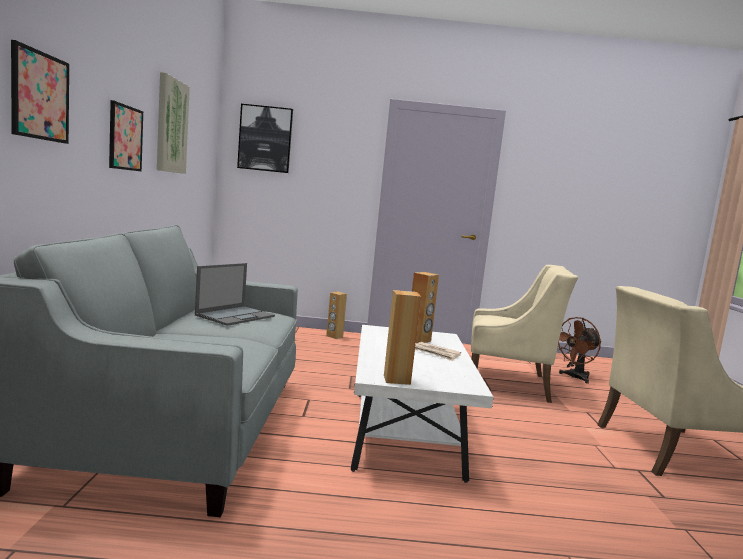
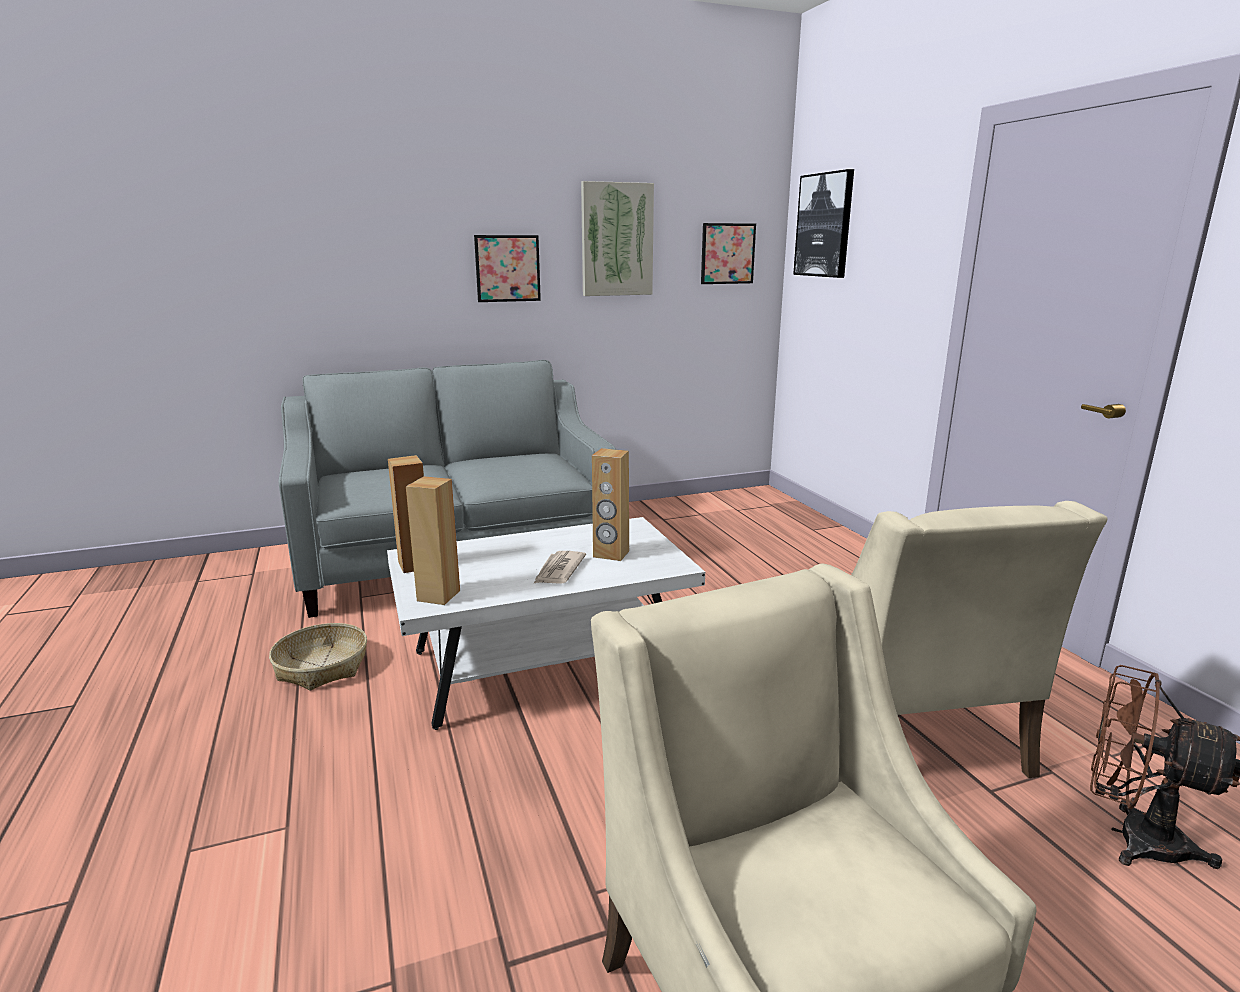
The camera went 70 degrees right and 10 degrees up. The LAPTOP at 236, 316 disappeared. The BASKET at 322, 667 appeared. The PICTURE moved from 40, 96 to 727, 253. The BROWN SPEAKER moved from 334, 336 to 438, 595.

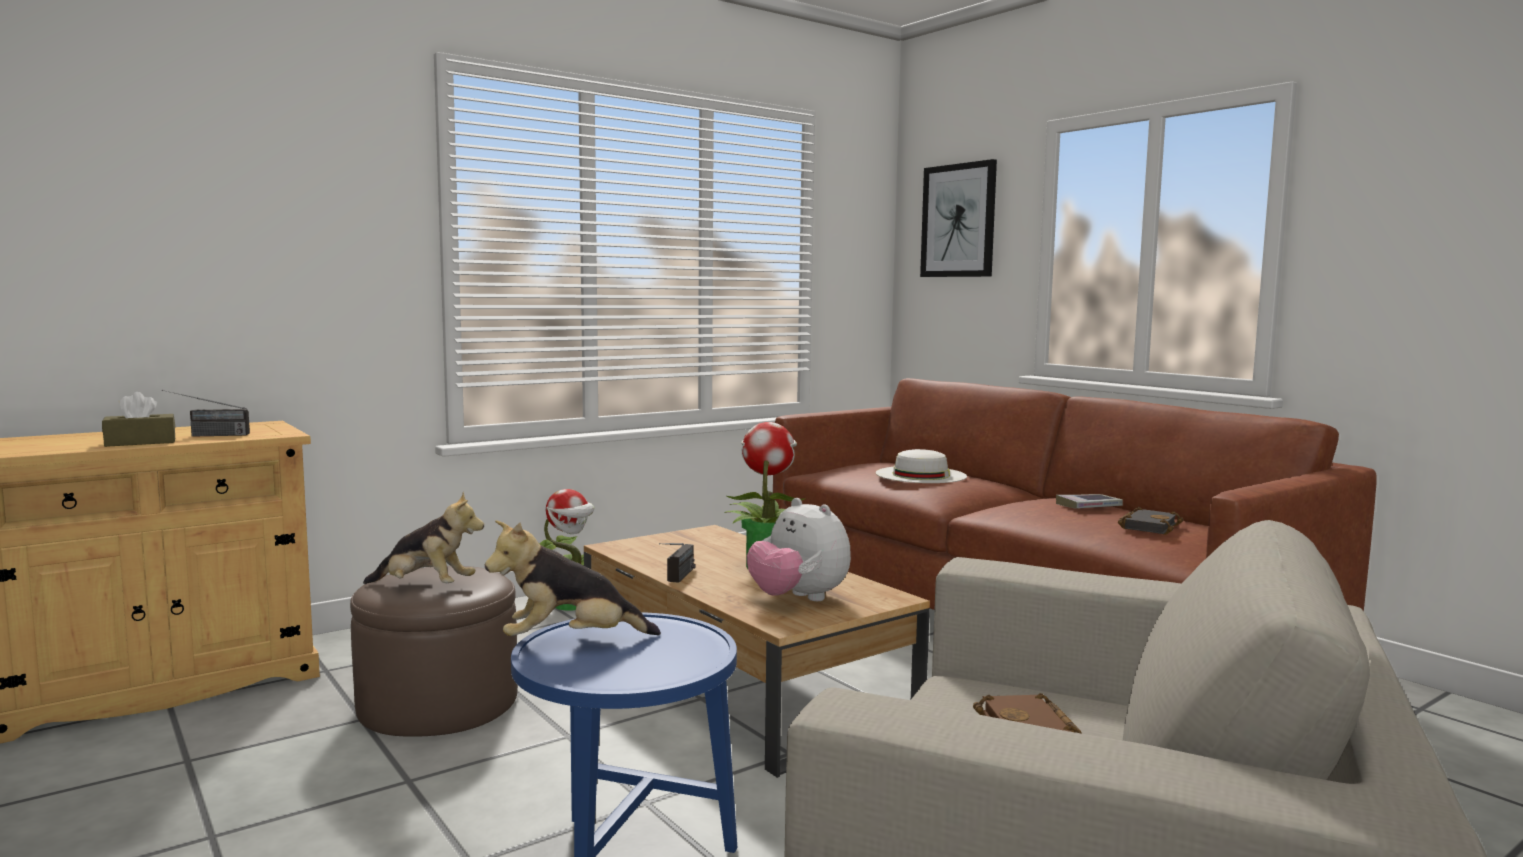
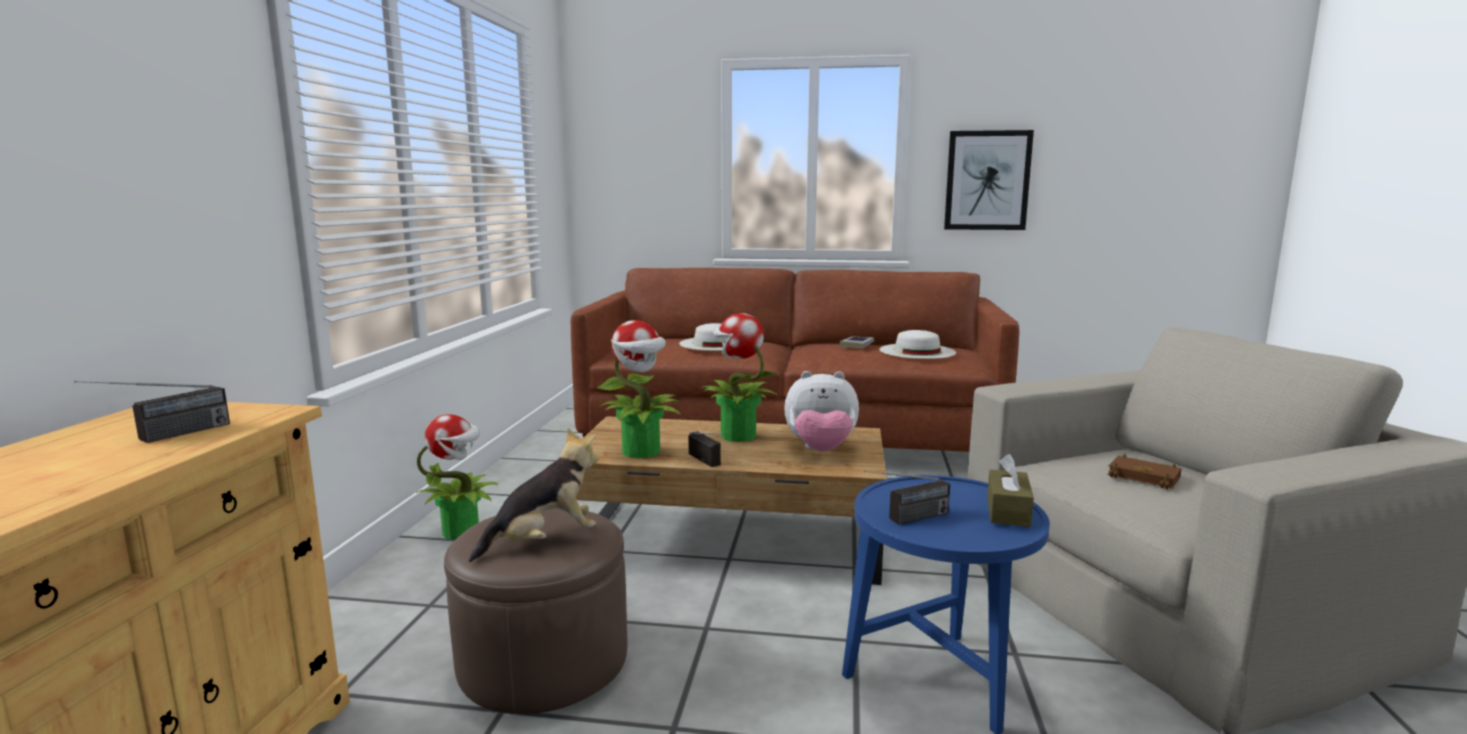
The camera went 45 degrees left and 5 degrees up. The POTTED PLANT at 642, 452 appeared. The BROWN TISSUE BOX moved from 140, 442 to 1008, 511. The PICTURE moved from 958, 221 to 987, 180. The PLUSH TOY at 570, 642 was replaced by the RADIO at 906, 520. The BLACK BOOK at 1148, 526 was replaced by the WHITE HAT at 917, 351.

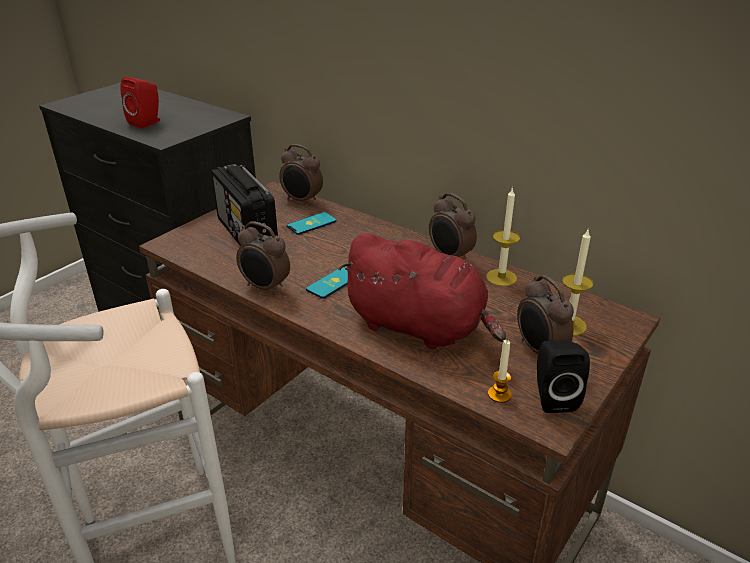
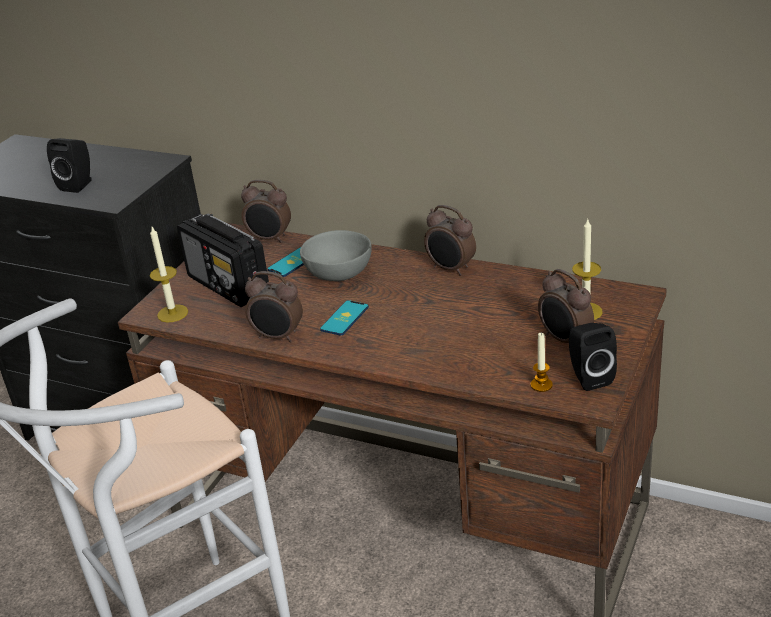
The camera went 10 degrees left and 0 degrees up. The RED PLUSH TOY at 420, 327 disappeared. The GREY BOWL at 336, 275 appeared. The CANDLE moved from 501, 277 to 172, 313. The RED SPEAKER at 147, 122 became the BLACK SPEAKER at 79, 184.

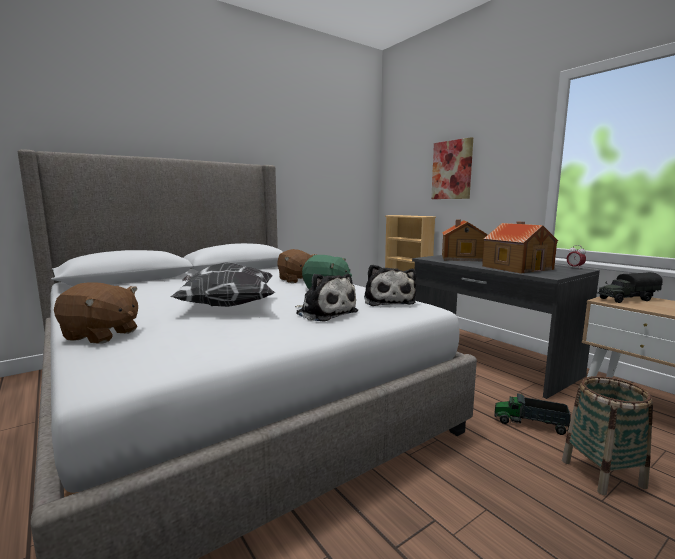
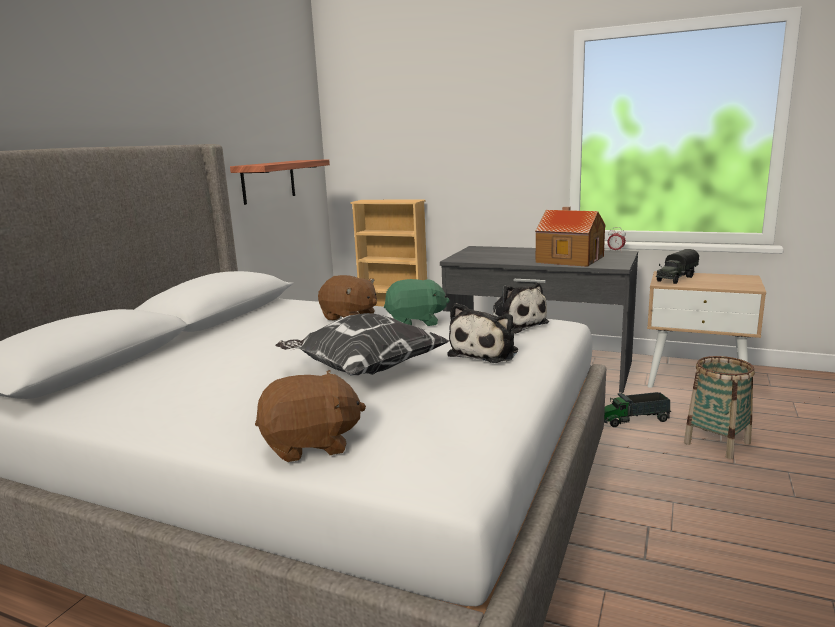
The camera went 30 degrees left and 5 degrees up. The PICTURE at 452, 170 disappeared. The TOY HOUSE at 462, 258 disappeared. The SHELF at 268, 181 appeared. The PLUSH TOY at 324, 313 turned 105 degrees clockwise.

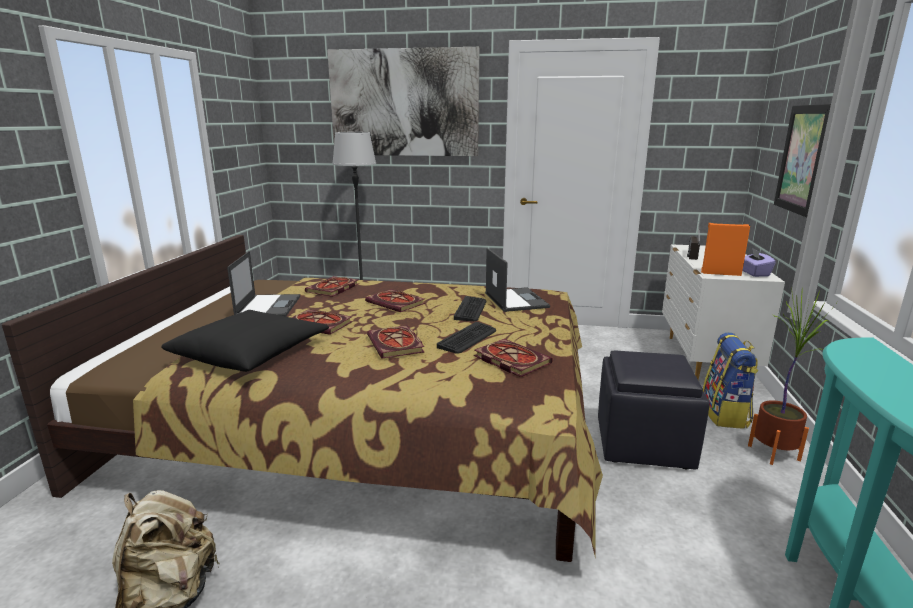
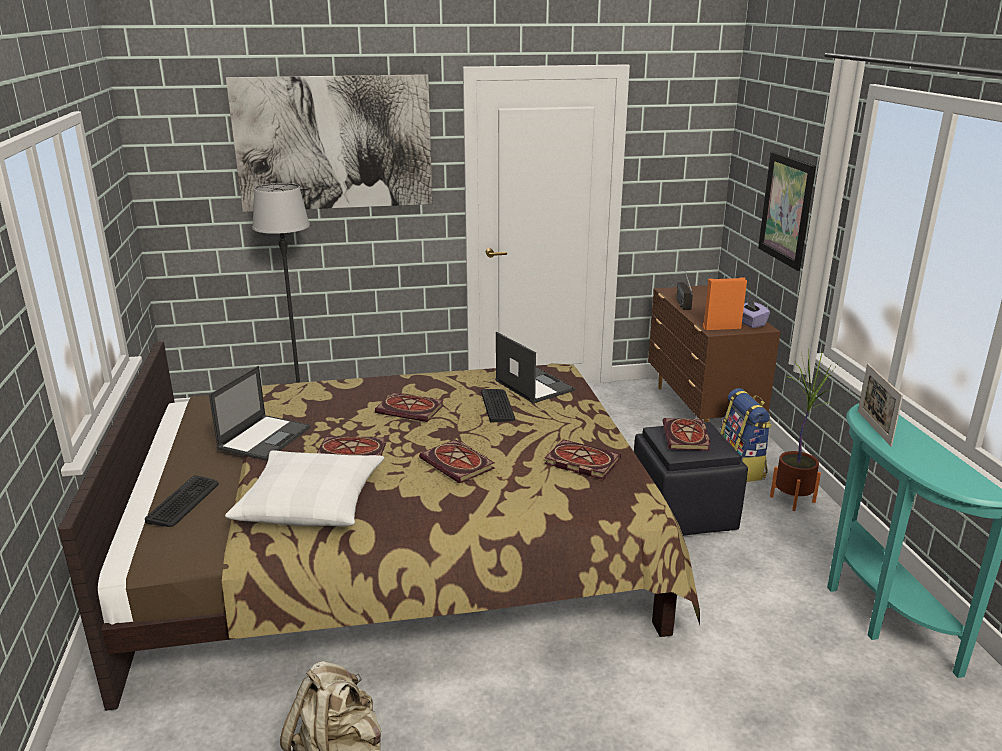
The camera went 20 degrees left and 5 degrees up. The PICTURE FRAME at 874, 428 appeared. The BOOK moved from 333, 289 to 687, 437. The KEYBOARD moved from 468, 338 to 184, 502. The BLACK PILLOW at 250, 352 became the WHITE PILLOW at 311, 502. The WHITE DRESSER at 704, 361 became the BROWN DRESSER at 701, 412. The LAPTOP at 268, 306 turned 45 degrees clockwise.

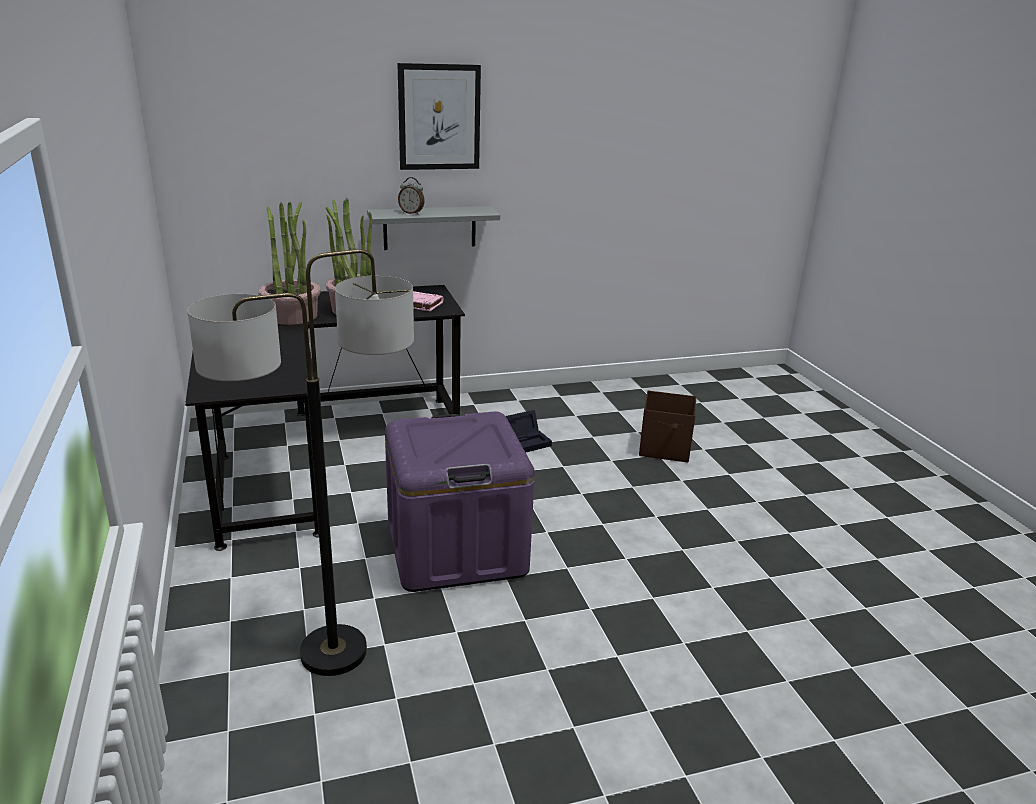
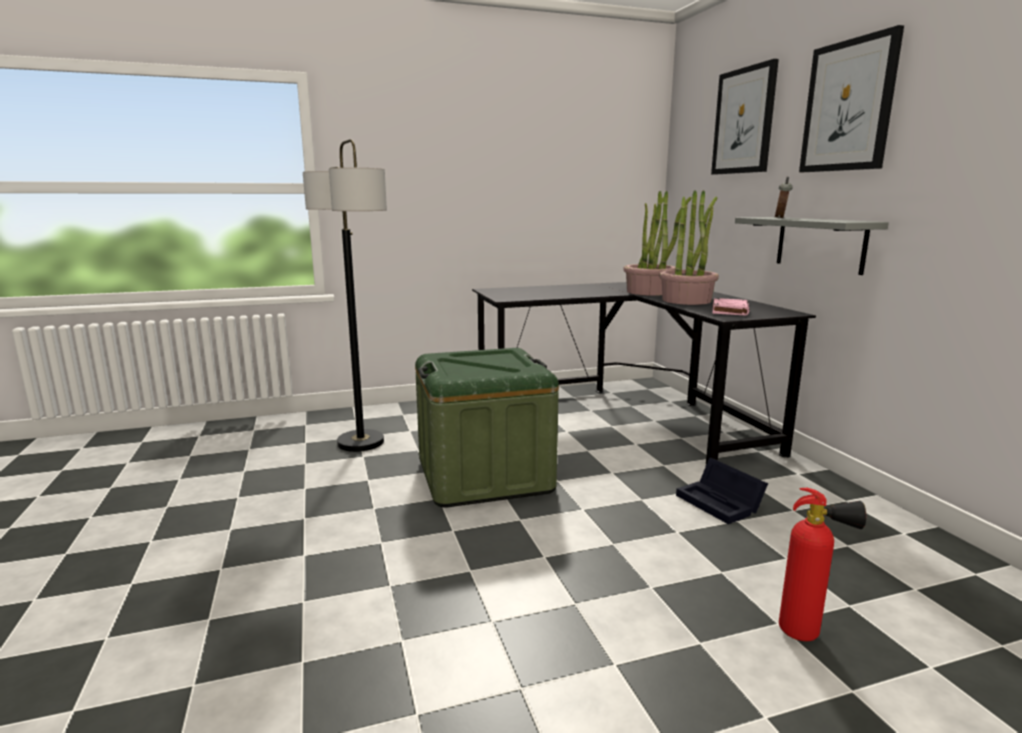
The camera went 90 degrees right and 10 degrees down. The PICTURE at 744, 121 appeared. The BROWN STORAGE BOX at 665, 449 was replaced by the FIRE EXTINGUISHER at 807, 634. The PURPLE STORAGE BOX at 456, 549 became the GREEN STORAGE BOX at 484, 475.

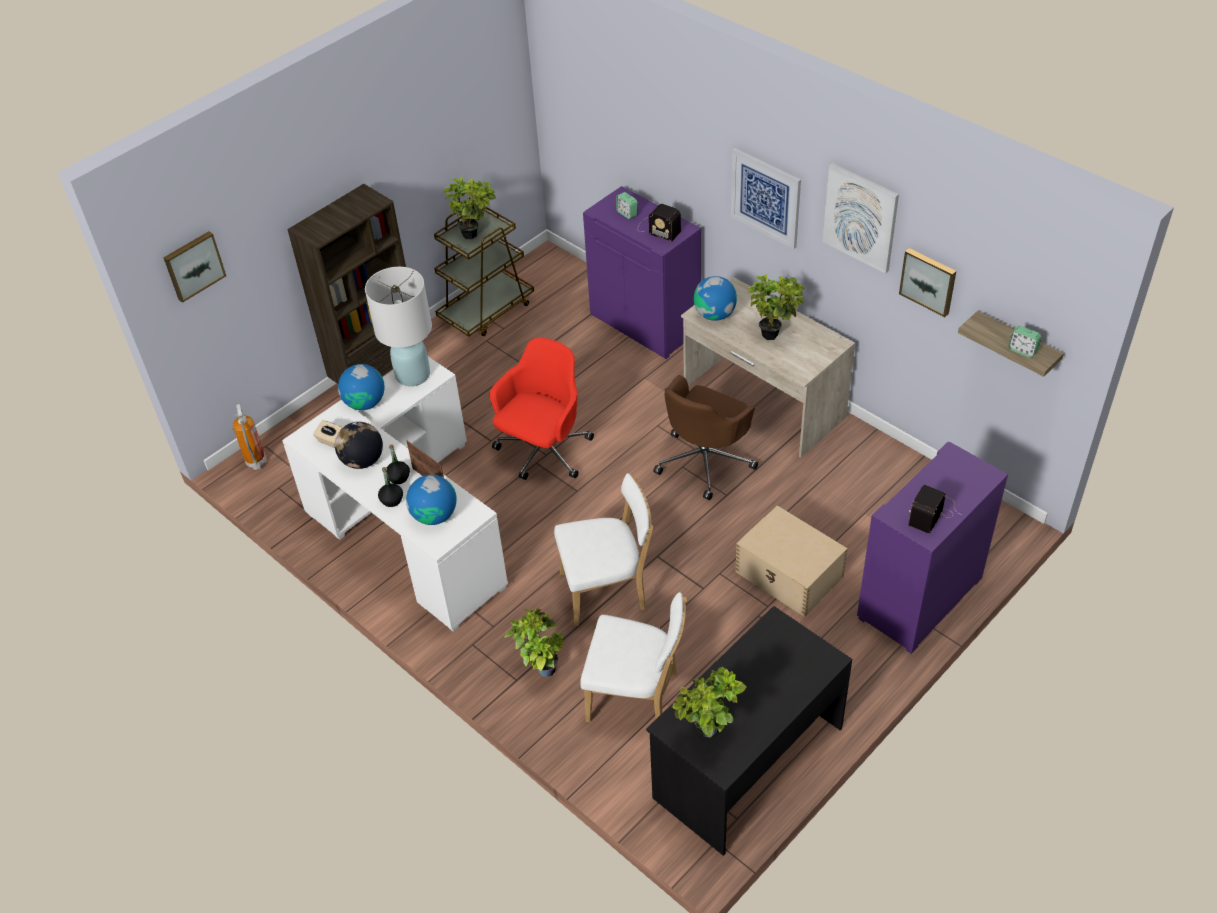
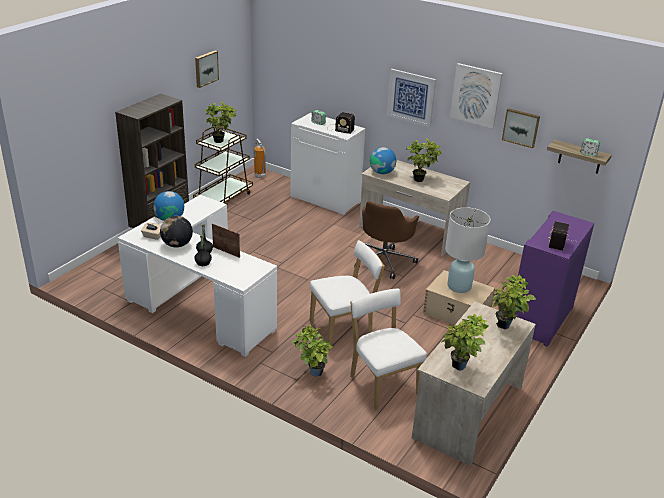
The camera went 15 degrees left and 15 degrees down. The GLOBE at 434, 515 disappeared. The RED OFFICE CHAIR at 543, 452 disappeared. The POTTED PLANT at 505, 327 appeared. The PICTURE moved from 193, 265 to 205, 68. The FIRE EXTINGUISHER moved from 256, 462 to 260, 176. The WHITE TABLE LAMP moved from 412, 375 to 459, 286. The PURPLE CABINET at 646, 323 became the WHITE CABINET at 326, 199. The BLACK DESK at 747, 761 became the BEIGE DESK at 467, 411. The WHITE CHAIR at 637, 699 turned 120 degrees counterclockwise.

